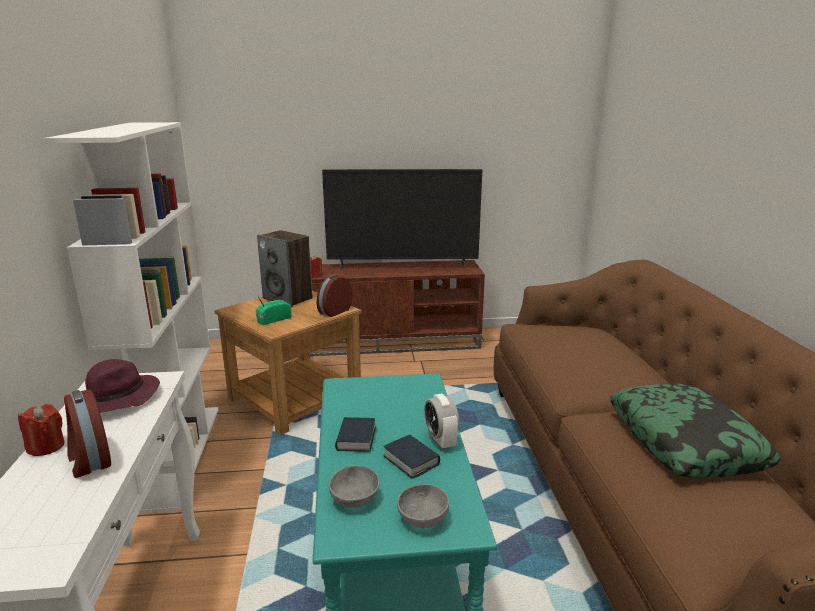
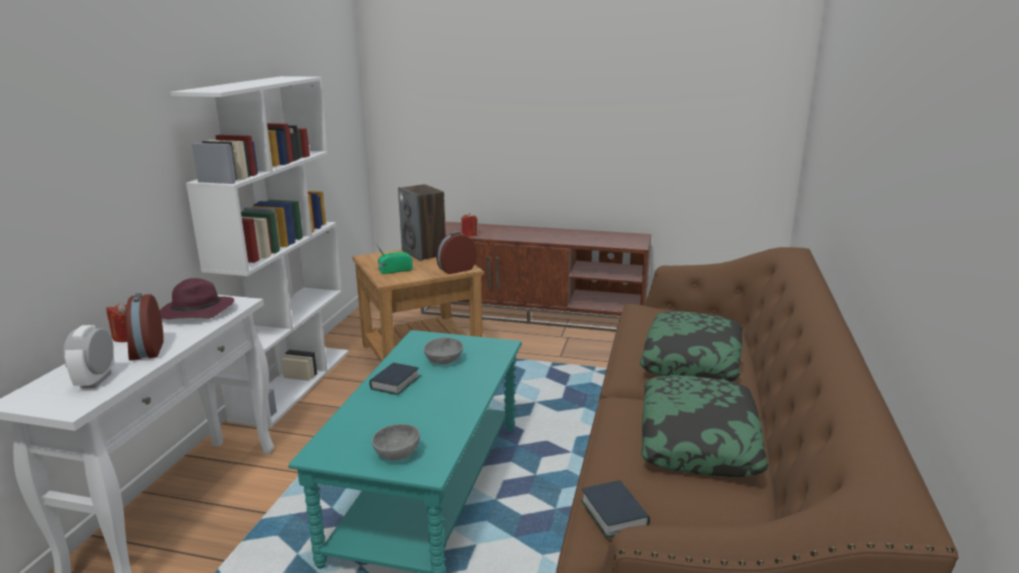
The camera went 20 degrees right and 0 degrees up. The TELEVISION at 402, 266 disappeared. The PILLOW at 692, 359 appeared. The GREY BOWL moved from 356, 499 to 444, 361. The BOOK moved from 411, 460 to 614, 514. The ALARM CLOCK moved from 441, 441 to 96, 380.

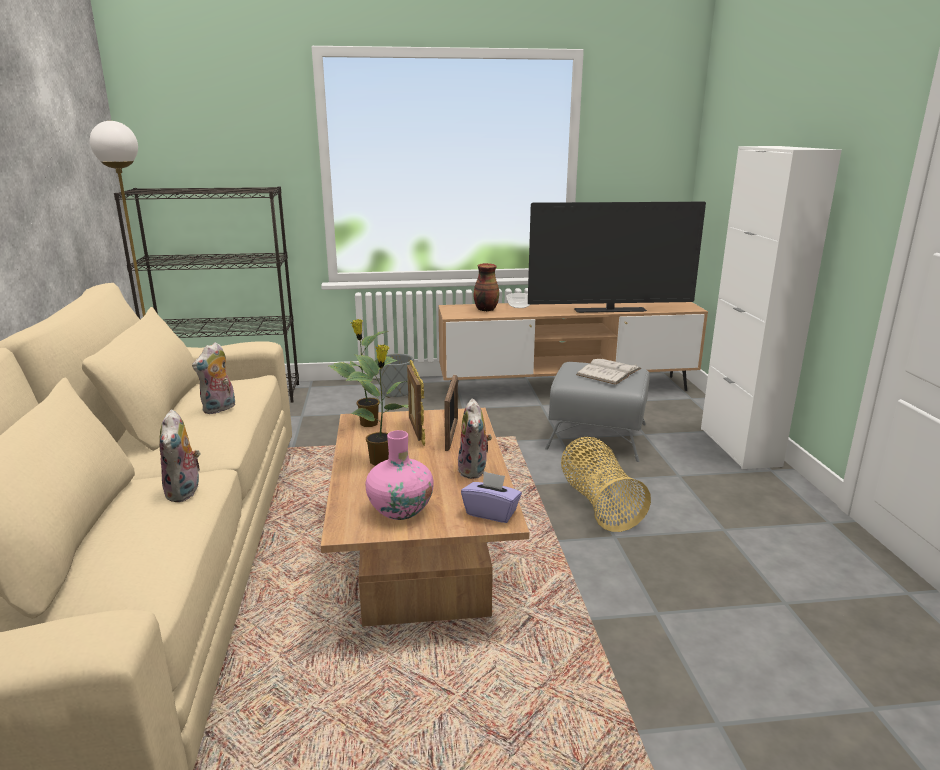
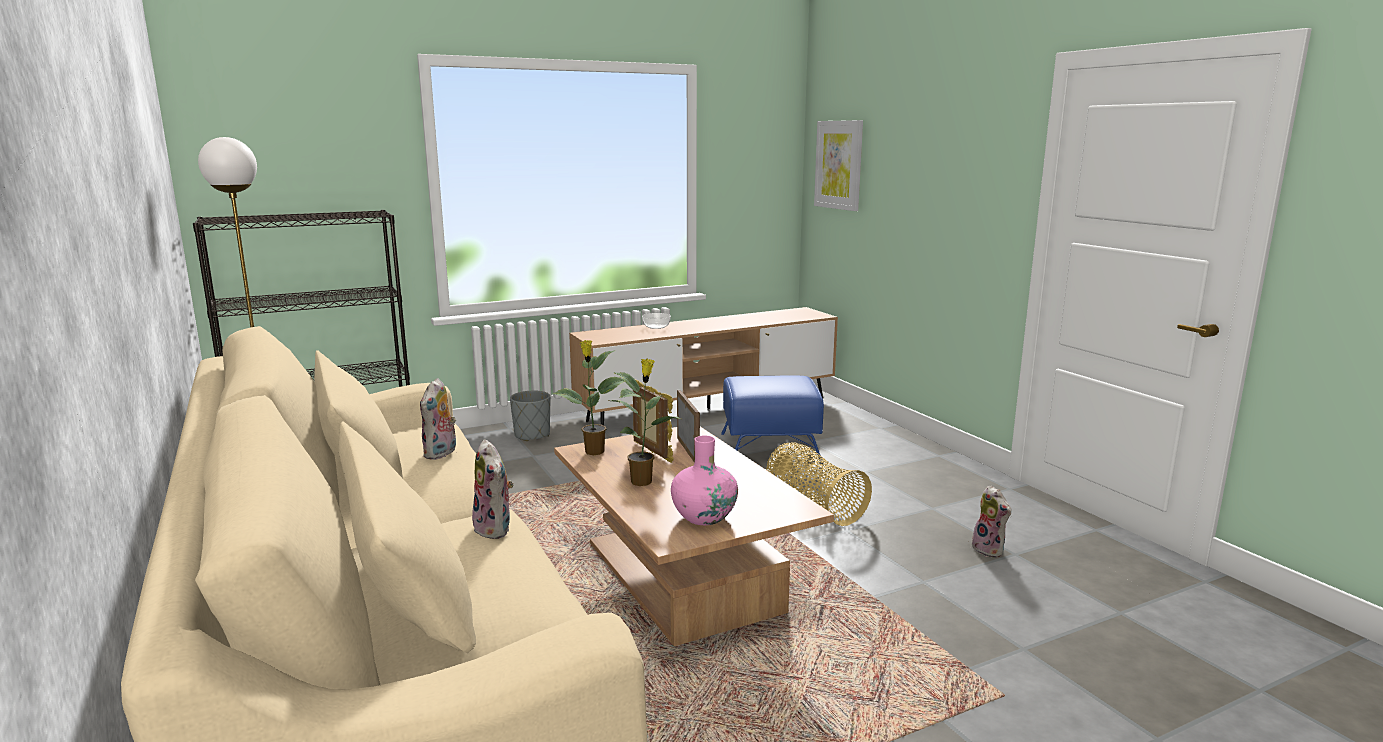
The camera went 20 degrees left and 5 degrees down. The PURPLE TISSUE BOX at 491, 513 disappeared. The VASE at 485, 309 disappeared. The TELEVISION at 610, 310 disappeared. The WHITE BOOK at 608, 372 disappeared. The WHITE CABINET at 739, 446 disappeared. The PICTURE at 839, 165 appeared. The PLUSH TOY moved from 474, 471 to 990, 550. The GREY OTTOMAN at 598, 436 became the BLUE OTTOMAN at 770, 449.

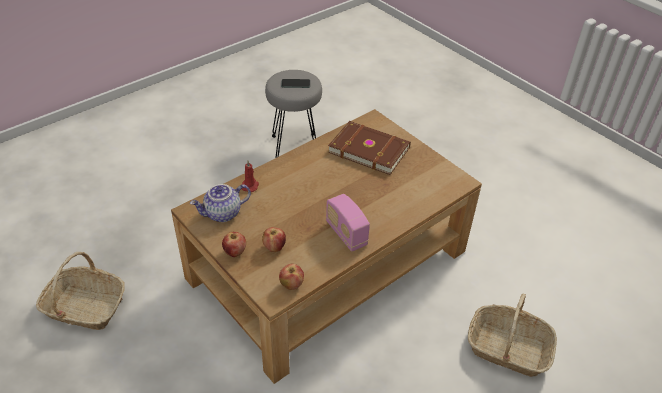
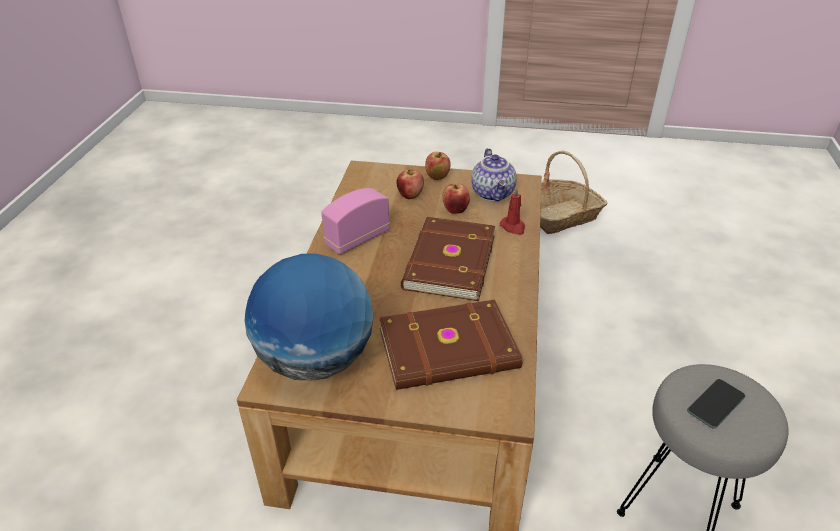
The camera went 140 degrees right and 5 degrees down. The BASKET at 507, 348 disappeared. The GLOBE at 316, 360 appeared. The BROWN BOOK at 447, 262 appeared. The APPLE moved from 291, 285 to 455, 210. The TEAPOT at 223, 214 turned 150 degrees clockwise. The RADIO at 346, 234 turned 60 degrees counterclockwise.

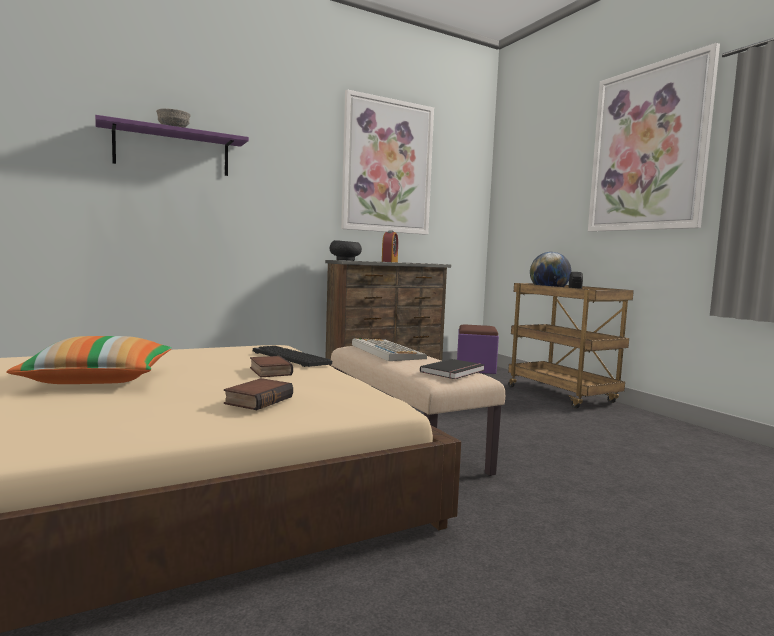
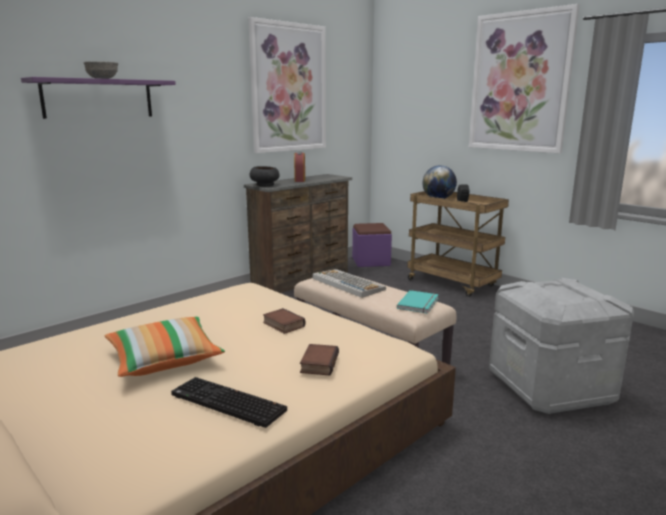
The camera went 15 degrees left and 10 degrees up. The GREY STORAGE BOX at 551, 388 appeared. The KEYBOARD moved from 288, 358 to 225, 403. The BLACK BOOK at 454, 371 became the TURQUOISE BOOK at 419, 303.

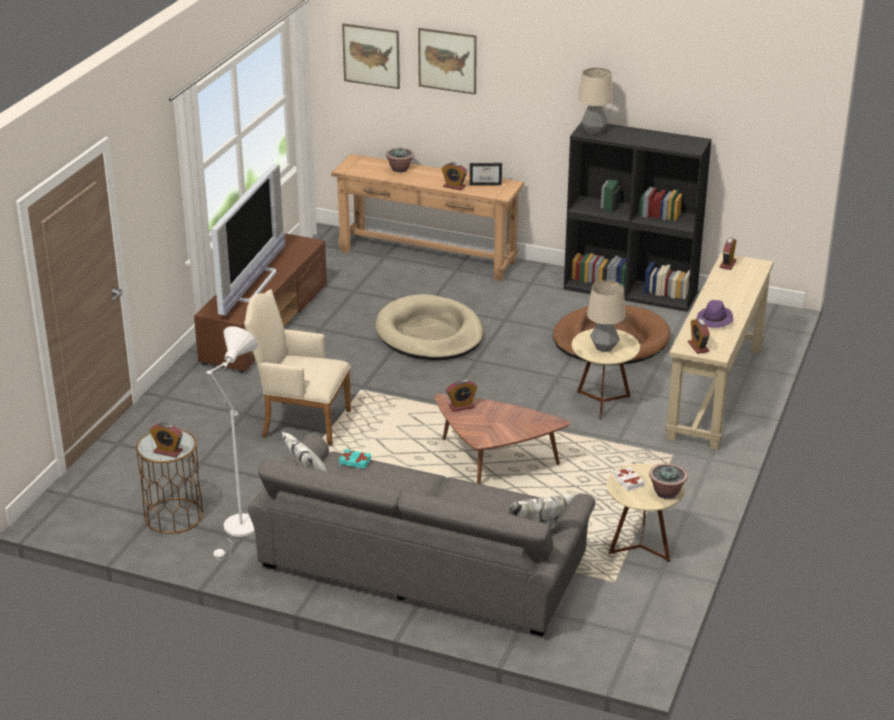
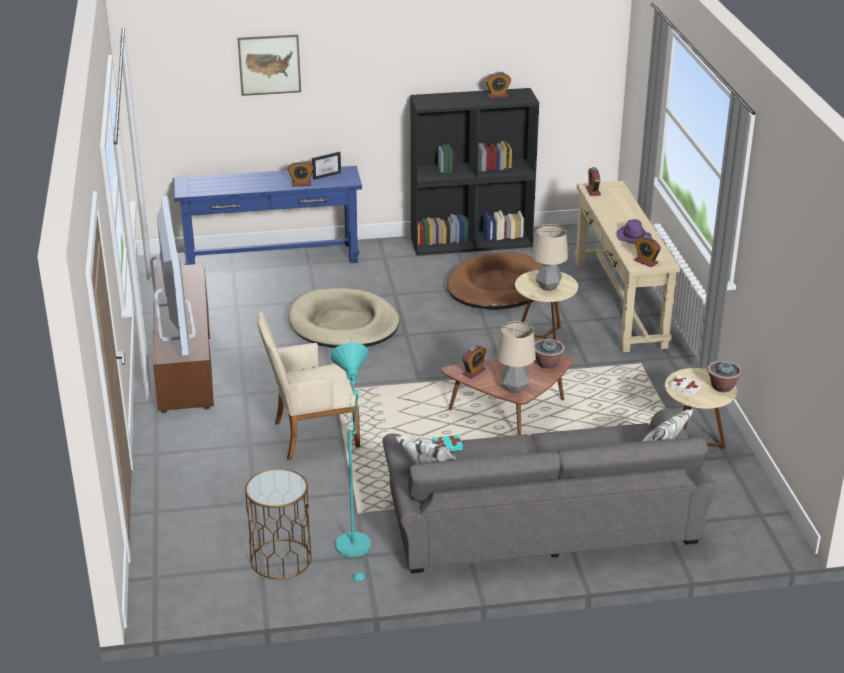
The camera went 30 degrees left and 0 degrees up. The PICTURE at 371, 56 disappeared. The ALARM CLOCK moved from 168, 451 to 497, 96. The POTTED PLANT moved from 400, 169 to 547, 364. The TABLE LAMP moved from 593, 131 to 514, 389. The WHITE FLOOR LAMP at 239, 530 became the TURQUOISE FLOOR LAMP at 355, 550. The BROWN CONSOLE TABLE at 427, 256 became the BLUE CONSOLE TABLE at 272, 259.

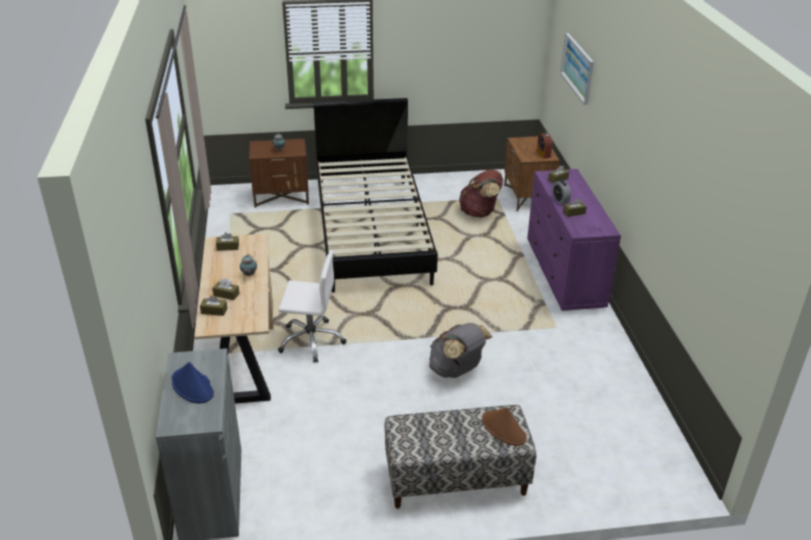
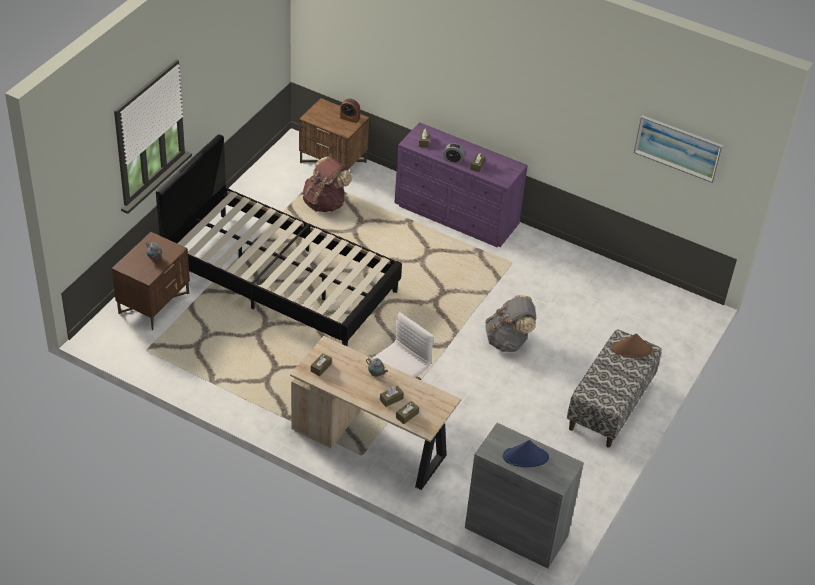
The camera went 55 degrees left and 10 degrees up. The PICTURE moved from 578, 67 to 678, 148.

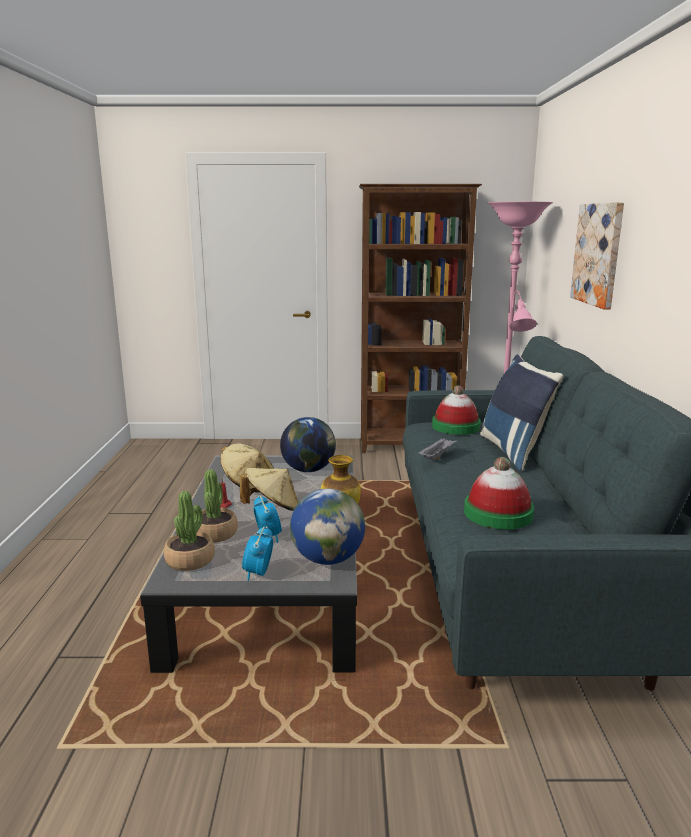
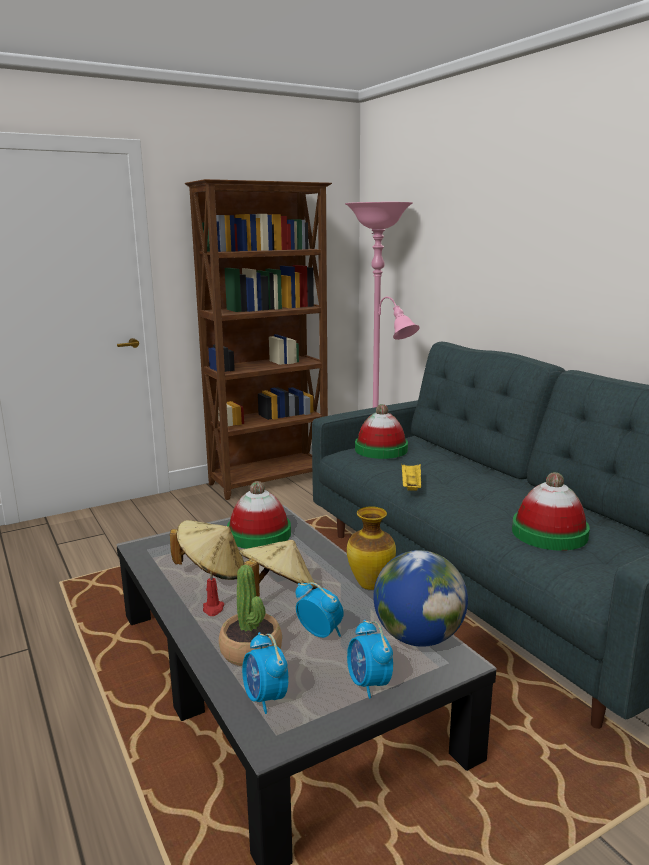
The camera went 30 degrees left and 0 degrees up. The BLUE PILLOW at 515, 452 disappeared. The PICTURE at 598, 254 disappeared. The POTTED PLANT at 190, 560 was replaced by the ALARM CLOCK at 265, 698. The GLOBE at 308, 470 was replaced by the HAT at 259, 534. The GREY TRAY at 437, 456 became the YELLOW TRAY at 410, 485.

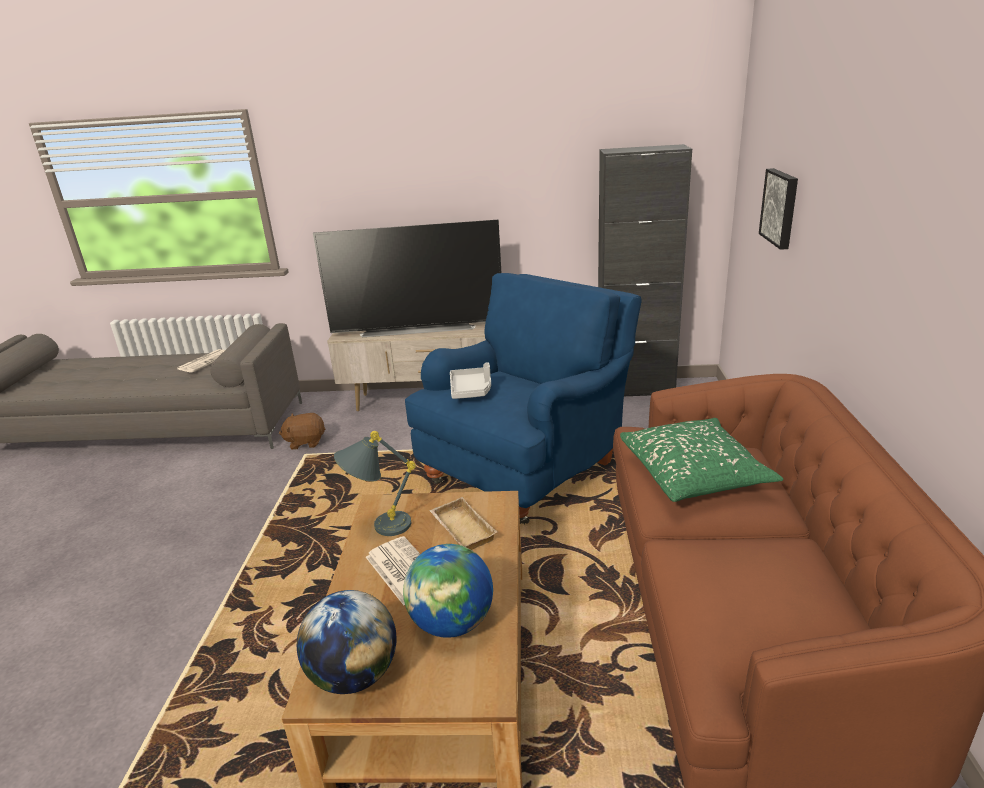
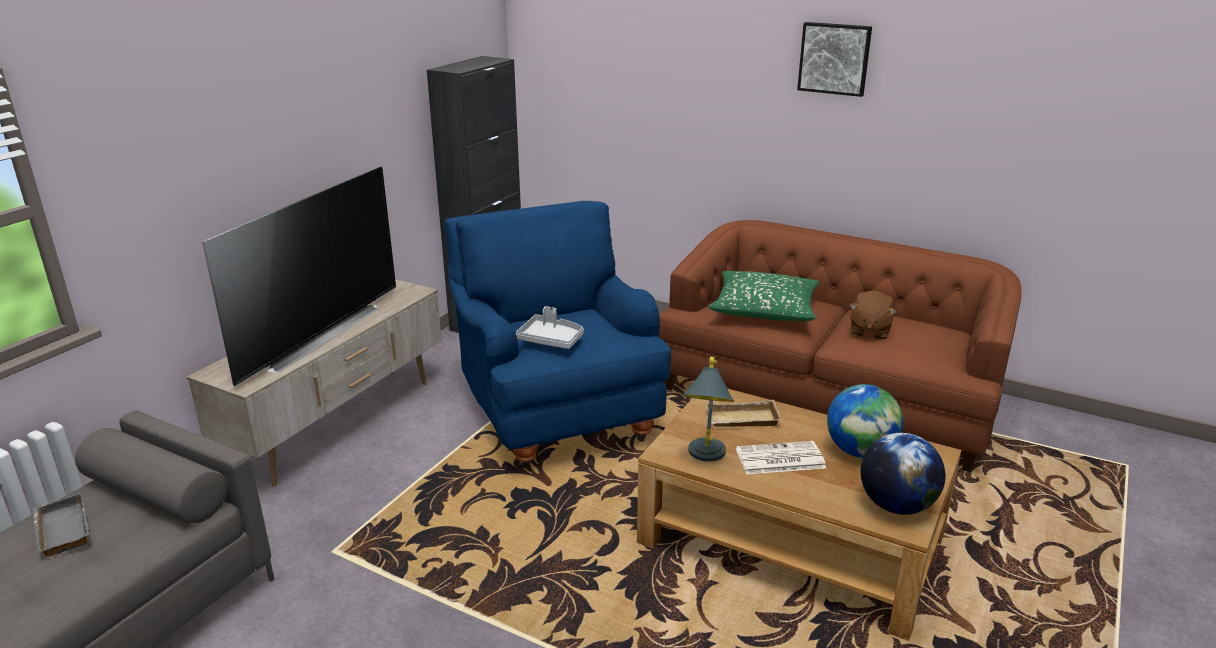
The camera went 65 degrees left and 0 degrees up. The BROWN PLUSH TOY moved from 305, 442 to 869, 331. The PICTURE moved from 781, 207 to 834, 58. The NEWSPAPER at 205, 361 was replaced by the GREY TRAY at 60, 530.

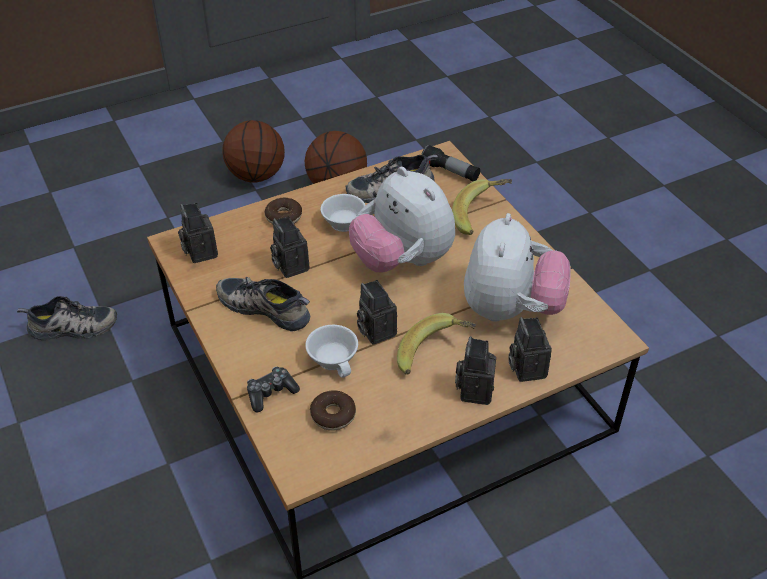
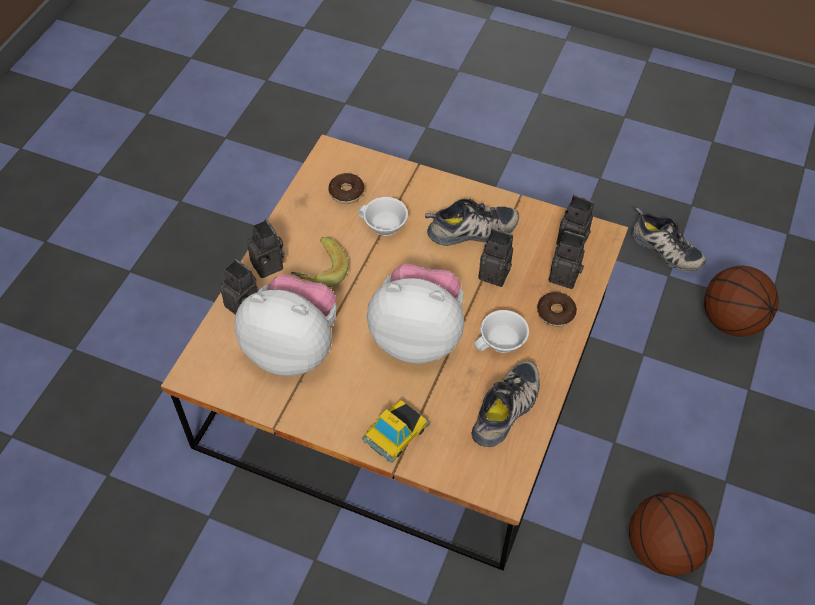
The camera went 140 degrees right and 10 degrees up. The GAME CONTROLLER at 271, 393 disappeared. The FLASHLIGHT at 450, 172 disappeared. The BASKETBALL moved from 256, 176 to 730, 320. The PHOTO CAMERA moved from 375, 330 to 566, 275. The BANANA at 481, 217 was replaced by the TOY CAR at 396, 432. The SHOE at 72, 328 turned 90 degrees counterclockwise. The PLUSH TOY at 510, 309 turned 135 degrees clockwise.

